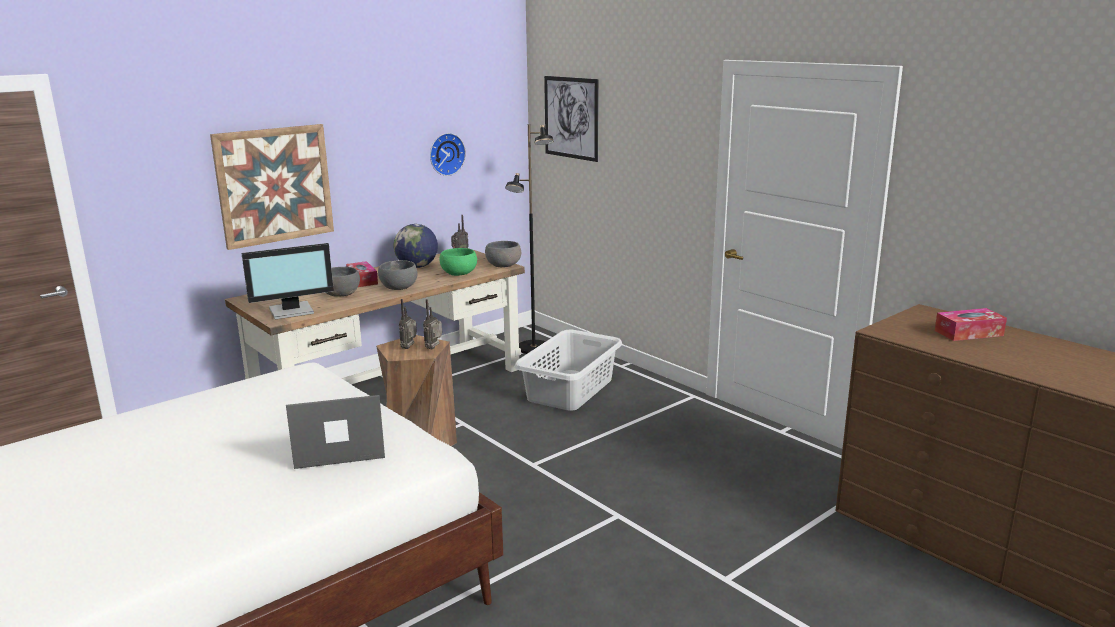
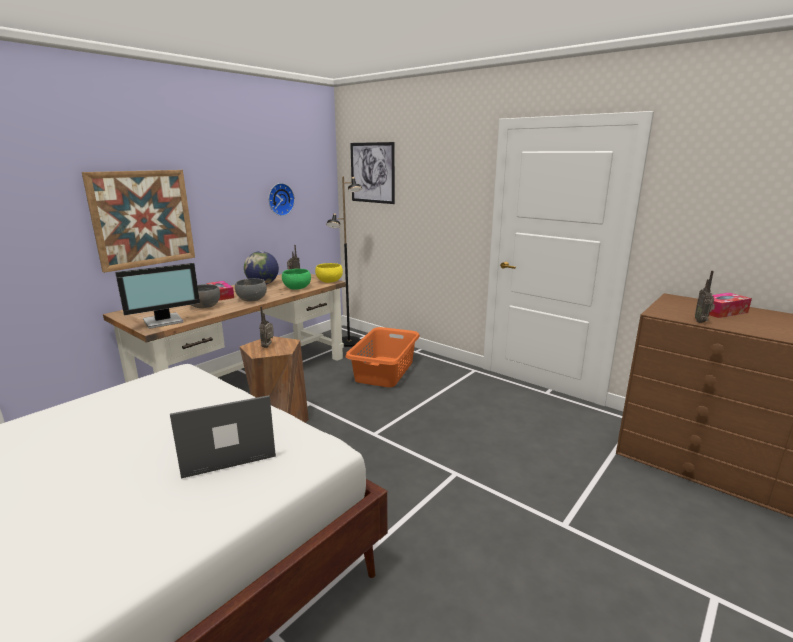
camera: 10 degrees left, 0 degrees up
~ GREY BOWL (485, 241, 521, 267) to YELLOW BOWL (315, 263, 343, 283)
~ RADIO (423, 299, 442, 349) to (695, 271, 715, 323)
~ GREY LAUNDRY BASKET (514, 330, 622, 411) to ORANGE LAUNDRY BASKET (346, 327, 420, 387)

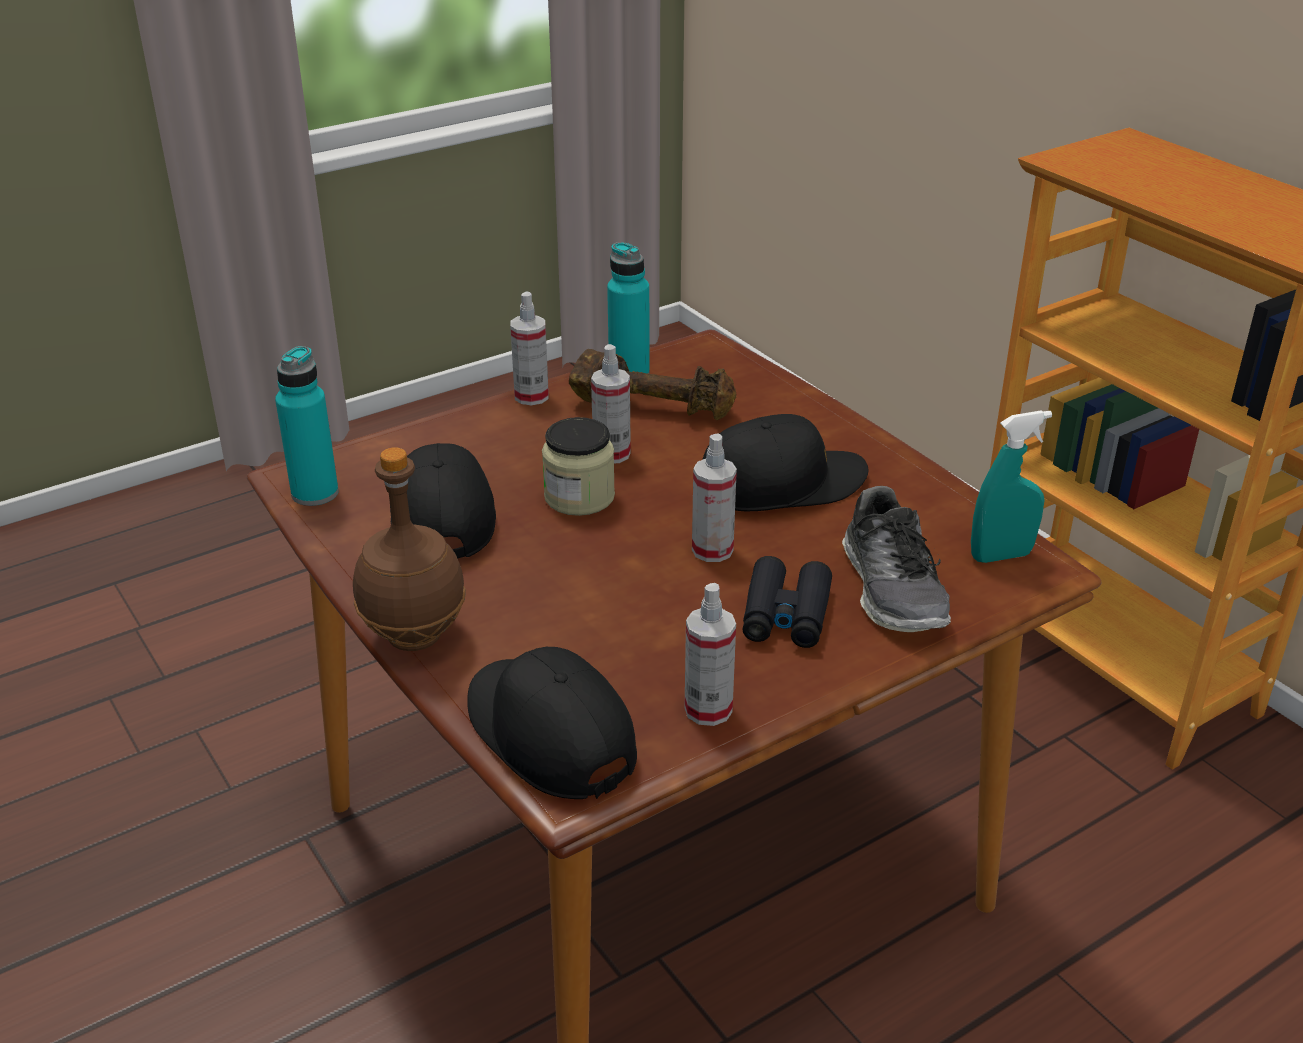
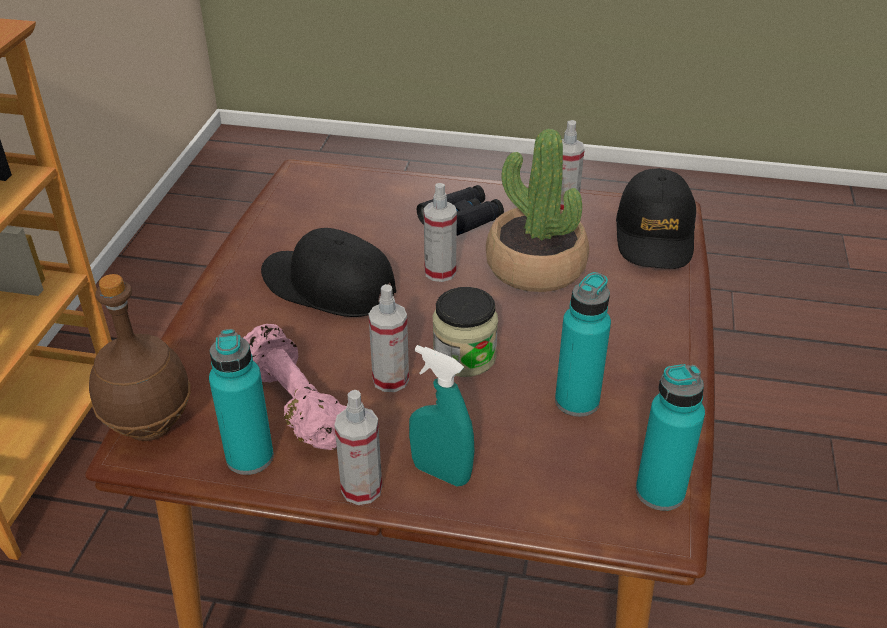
camera: 135 degrees left, 5 degrees up
~ BROWN DUMBBELL (569, 349, 736, 420) to PINK DUMBBELL (243, 324, 347, 450)
~ TURQUOISE SPRAY BOTTLE (971, 410, 1052, 563) to (409, 345, 474, 486)
~ BLACK CAP (390, 443, 496, 558) to TURQUOISE BOTTLE (555, 272, 611, 417)
~ BROWN BOTTLE (353, 447, 466, 651) to (89, 274, 190, 441)
- SHOE (842, 486, 951, 632)
+ POTTED PLANT (486, 129, 589, 292)

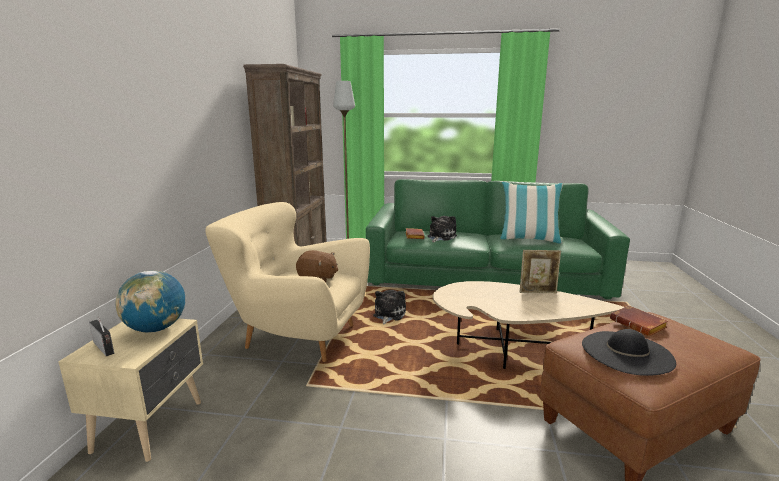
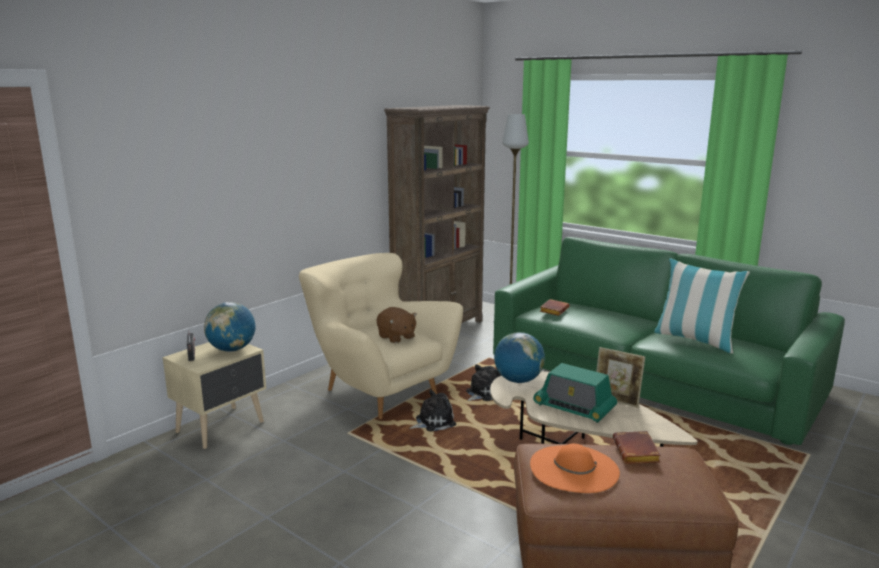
camera: 30 degrees right, 0 degrees up
~ PLUSH TOY (427, 216, 457, 242) to (409, 389, 456, 431)
~ BLACK HAT (582, 329, 676, 376) to ORANGE HAT (530, 444, 620, 493)
+ GLOBE (494, 332, 545, 383)
+ RADIO (533, 363, 617, 423)

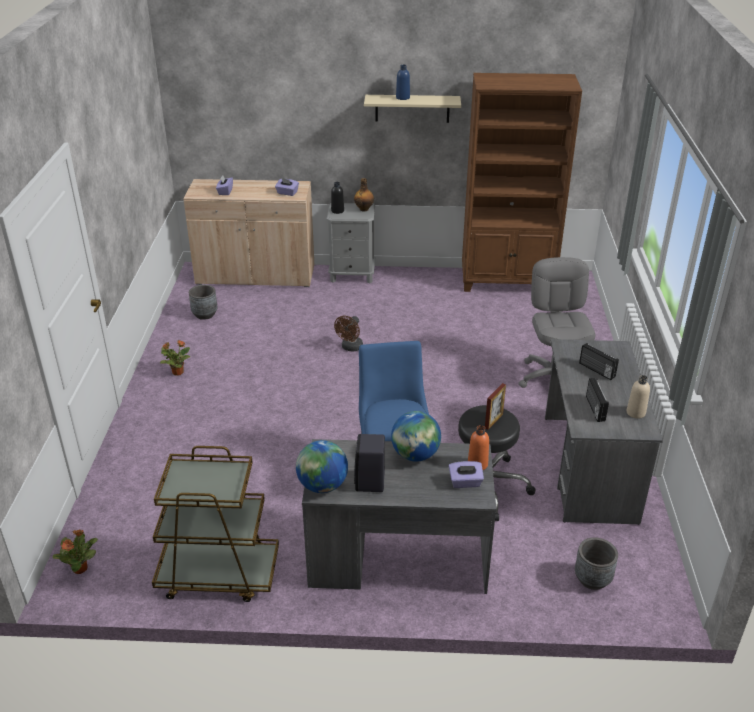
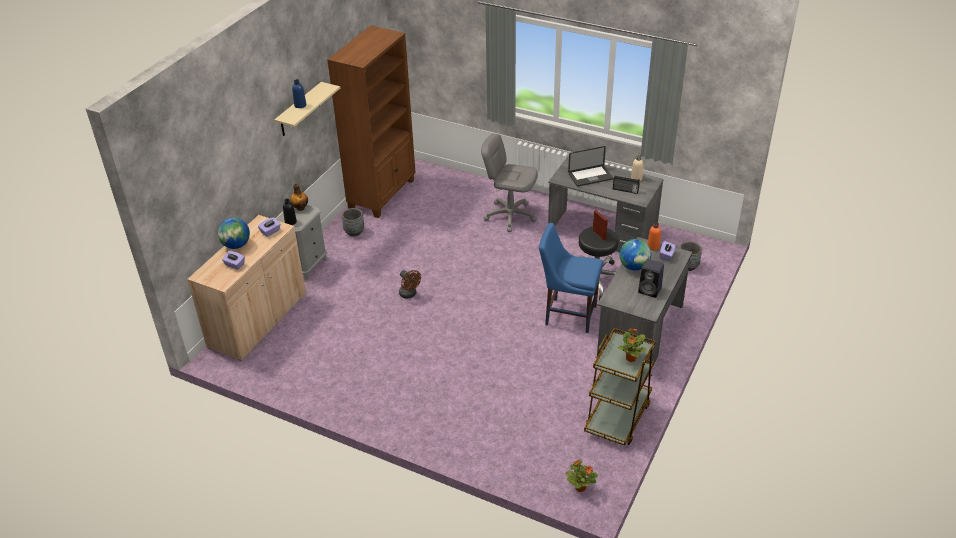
camera: 65 degrees left, 5 degrees up
~ GREY PLANTER (189, 285, 218, 320) to (342, 208, 364, 236)
~ POTTED PLANT (160, 340, 190, 376) to (618, 329, 647, 362)
~ RADIO (579, 343, 619, 380) to LAPTOP (568, 146, 613, 187)
~ GLOBE (296, 440, 348, 493) to (218, 218, 250, 249)

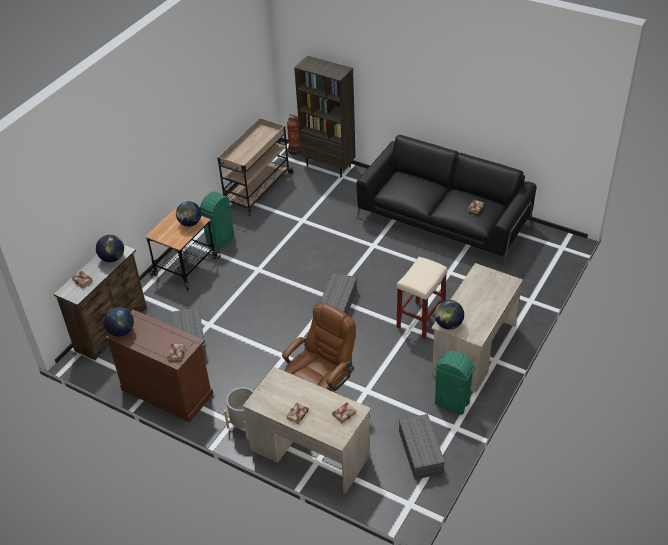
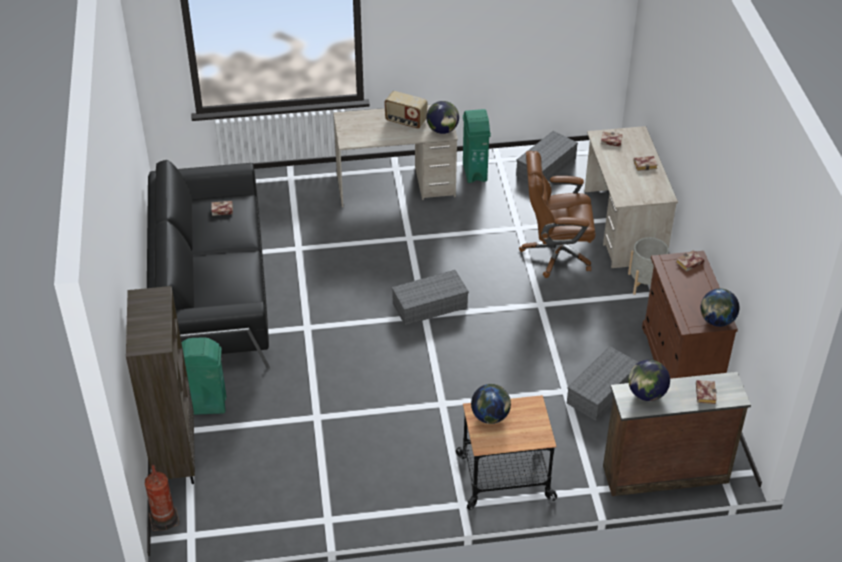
camera: 130 degrees left, 0 degrees up
- BEIGE CART (217, 118, 294, 216)
~ GREEN TRASH CAN (200, 192, 234, 250) to (182, 337, 226, 415)
- BEIGE STOOL (397, 257, 447, 339)
+ RADIO (384, 91, 428, 129)

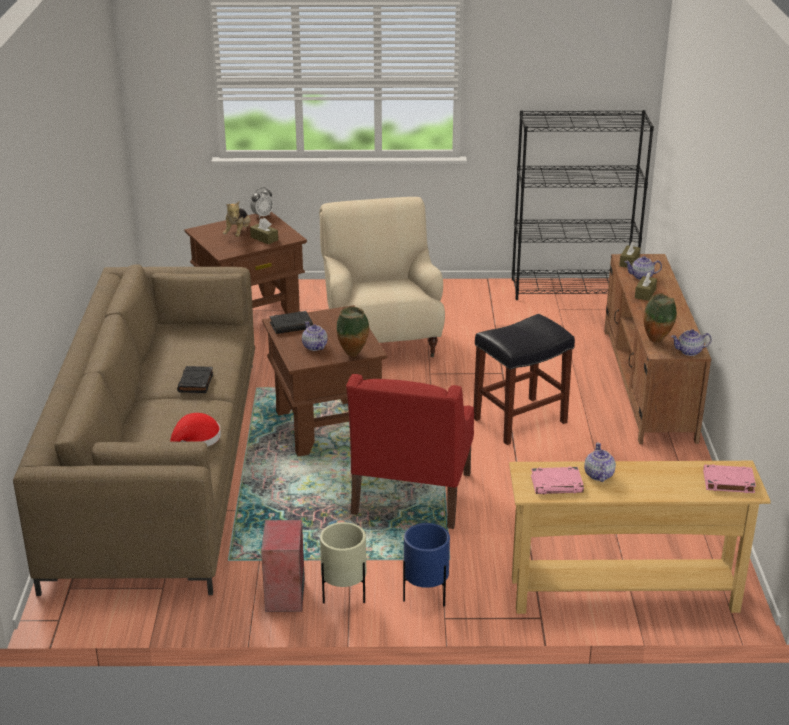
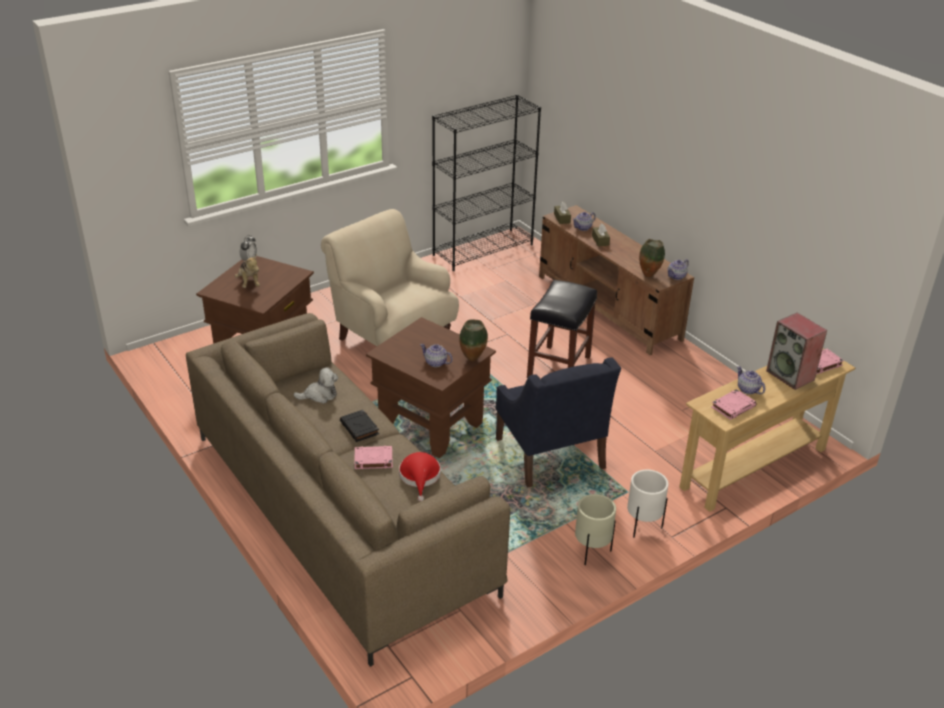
camera: 35 degrees left, 5 degrees up
- BROWN TISSUE BOX (250, 218, 278, 245)
- BLACK BOOK (269, 311, 313, 334)
~ RED ARMCHAIR (346, 374, 474, 529) to BLUE ARMCHAIR (496, 358, 621, 488)
~ SPEAKER (261, 520, 305, 612) to (766, 313, 827, 390)
~ BLUE PLANTER (403, 523, 450, 606) to WHITE PLANTER (627, 470, 669, 537)
+ PLUSH TOY (294, 367, 338, 403)
+ PINK BOOK (354, 446, 393, 469)

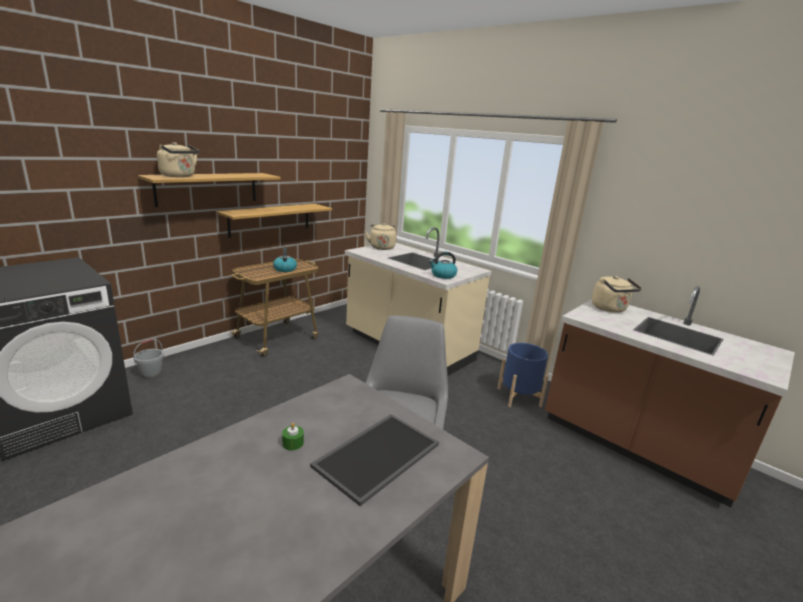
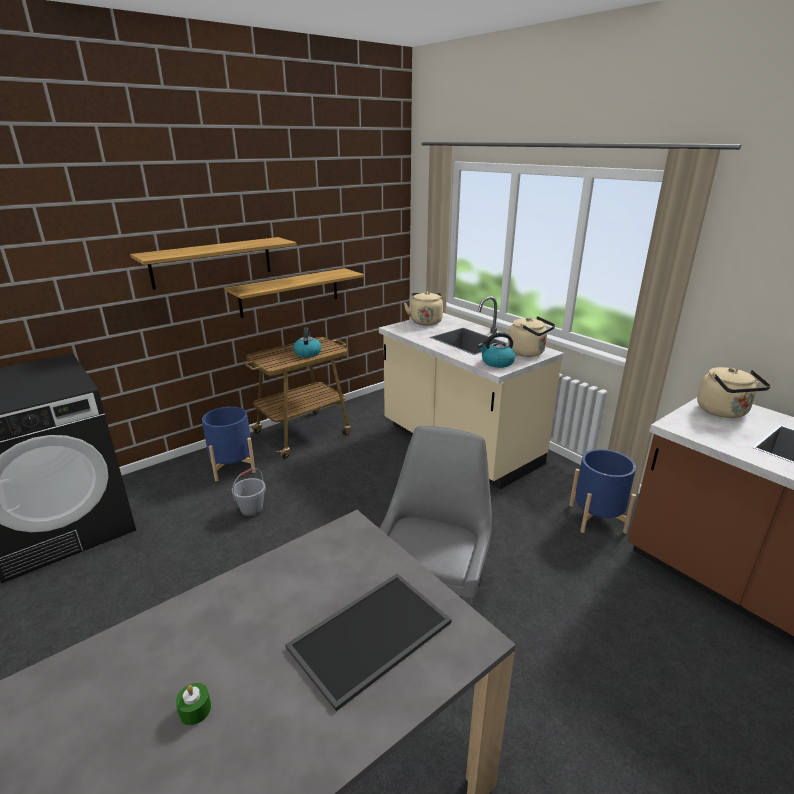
camera: 10 degrees right, 5 degrees up
~ BEIGE KETTLE (157, 142, 200, 177) to (508, 316, 555, 357)
~ GREY BUCKET (133, 339, 164, 379) to (232, 468, 266, 517)
~ GREEN CANDLE (282, 423, 304, 451) to (176, 683, 211, 725)
+ BLUE PLANTER (202, 406, 256, 481)

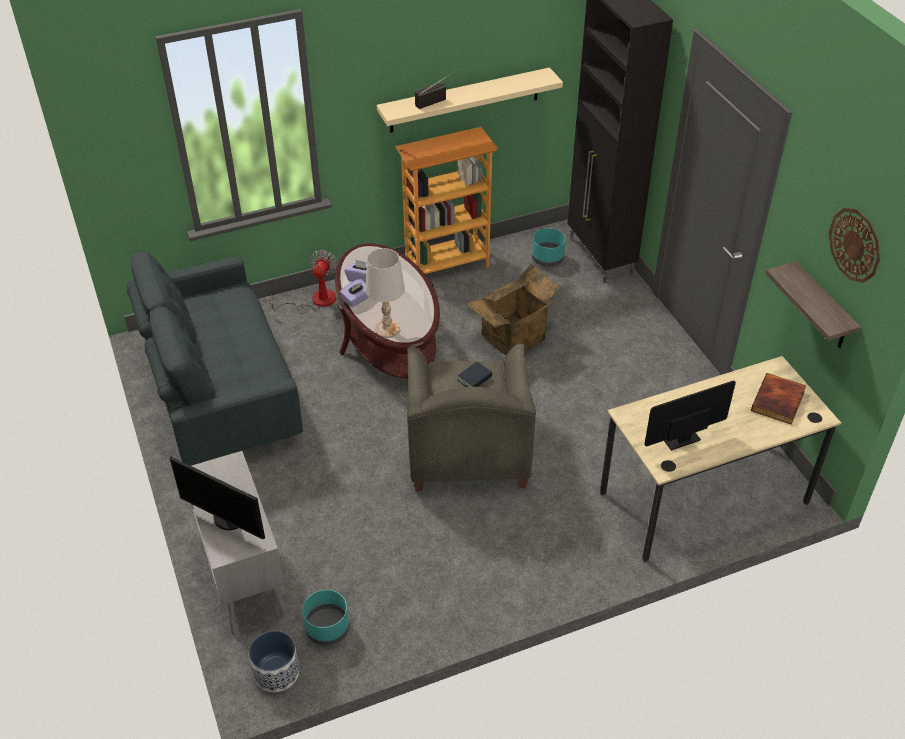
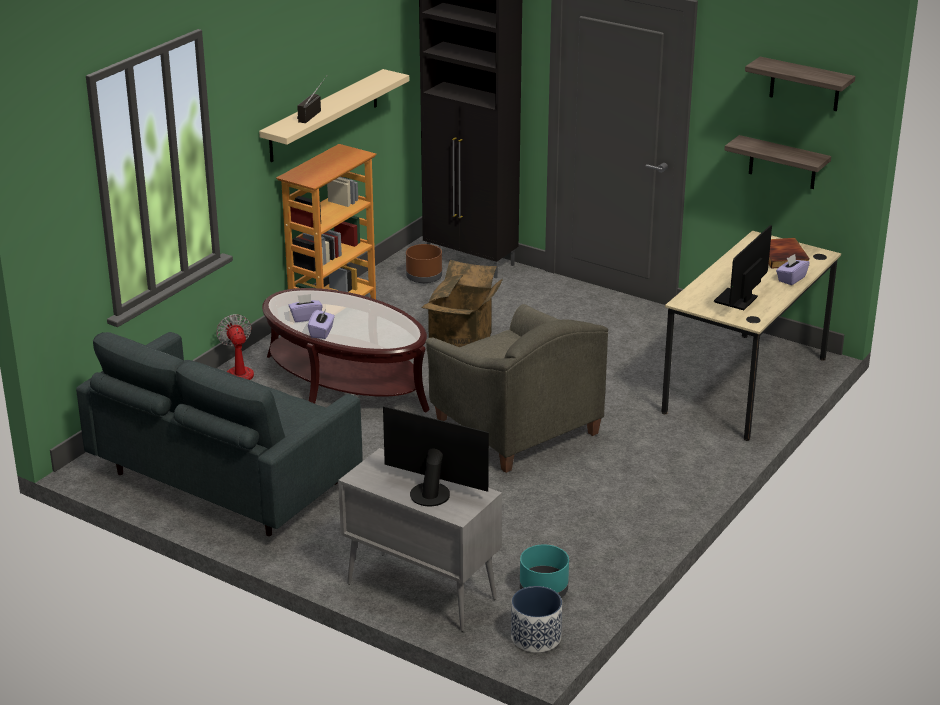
camera: 35 degrees left, 15 degrees down
~ WALL CLOCK (829, 208, 880, 283) to SHELF (745, 57, 855, 111)
~ TURQUOISE PLANTER (532, 228, 566, 267) to BROWN PLANTER (406, 244, 442, 283)
- WHITE TABLE LAMP (366, 248, 405, 338)
- BOOK (458, 362, 492, 387)
~ MONITOR (170, 456, 265, 539) = (383, 407, 489, 506) 150 degrees counterclockwise
+ PURPLE TISSUE BOX (776, 254, 810, 285)

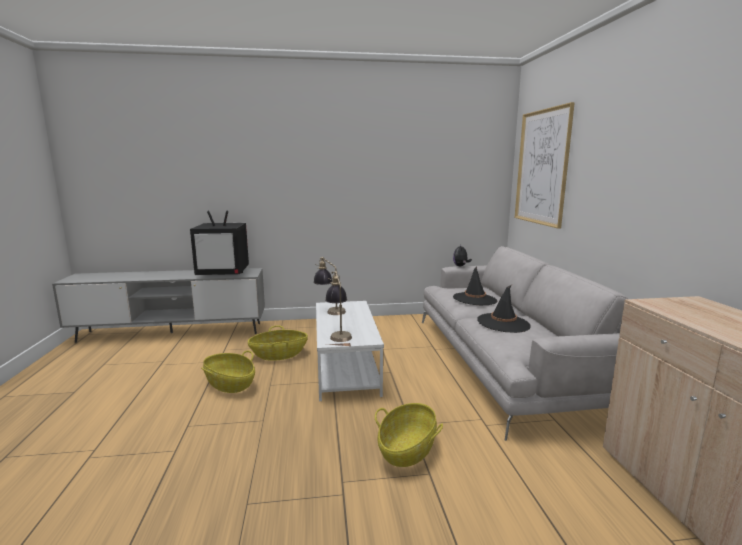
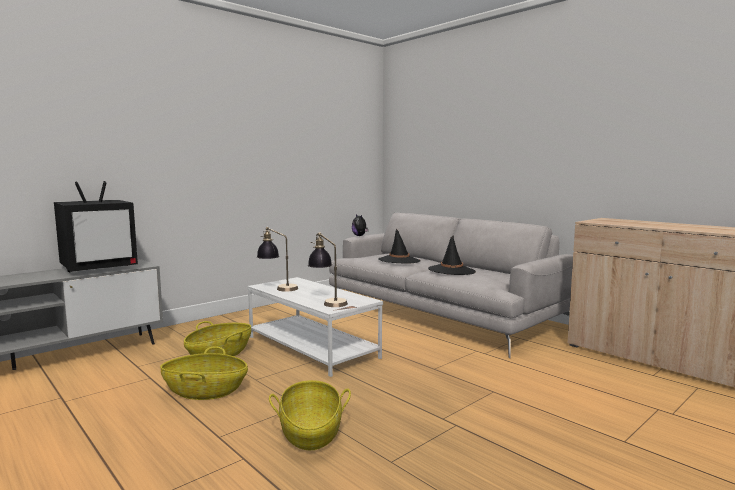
camera: 35 degrees left, 5 degrees down
- PICTURE (515, 102, 575, 229)
~ BASKET (375, 403, 443, 467) to (269, 380, 351, 450)

